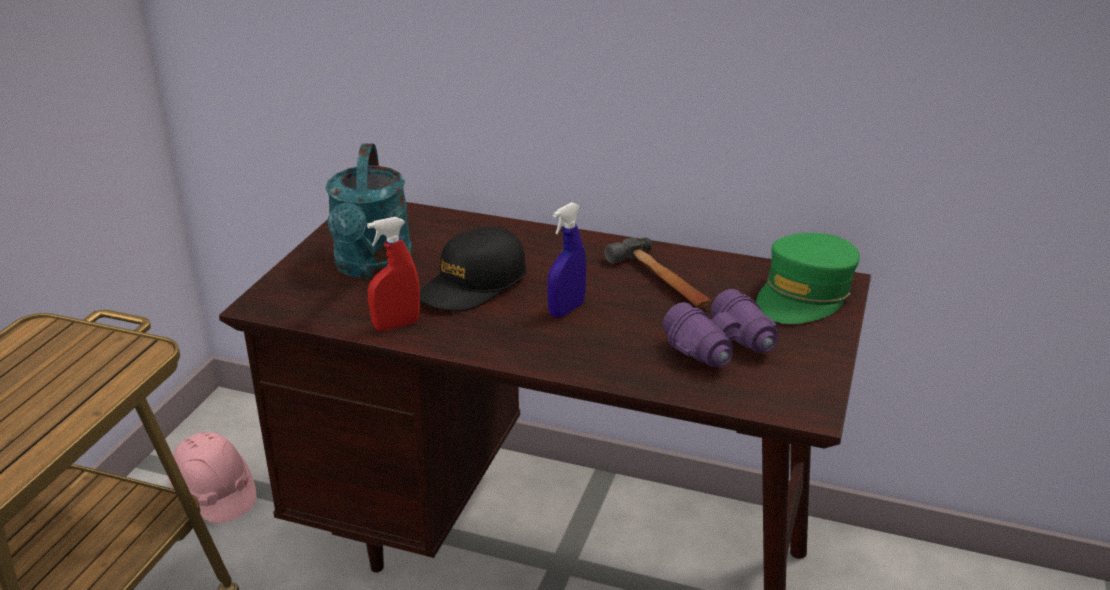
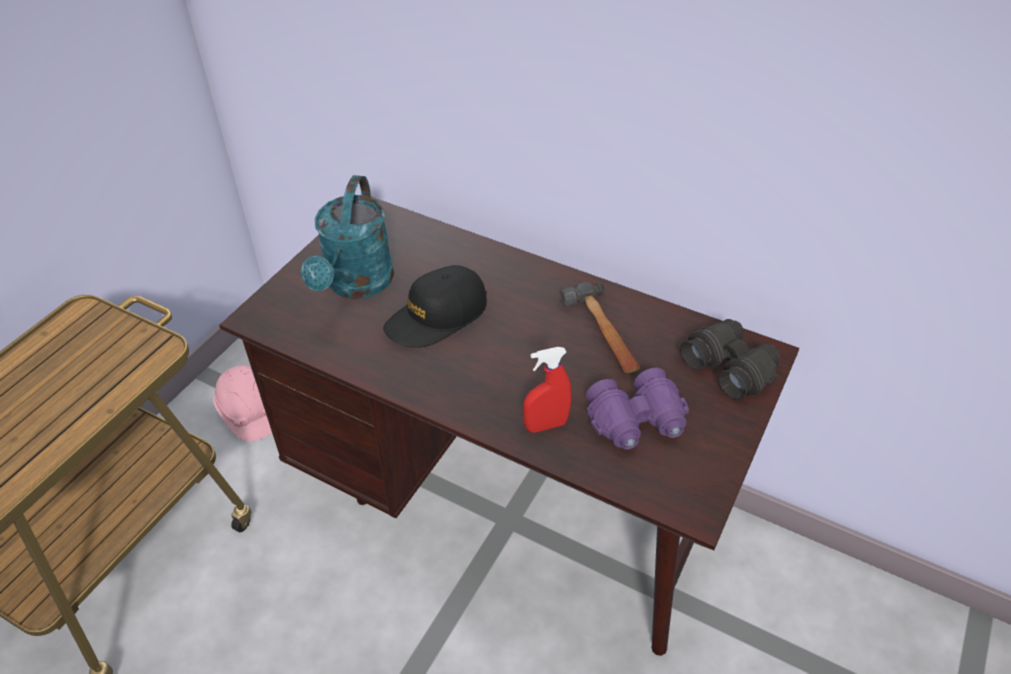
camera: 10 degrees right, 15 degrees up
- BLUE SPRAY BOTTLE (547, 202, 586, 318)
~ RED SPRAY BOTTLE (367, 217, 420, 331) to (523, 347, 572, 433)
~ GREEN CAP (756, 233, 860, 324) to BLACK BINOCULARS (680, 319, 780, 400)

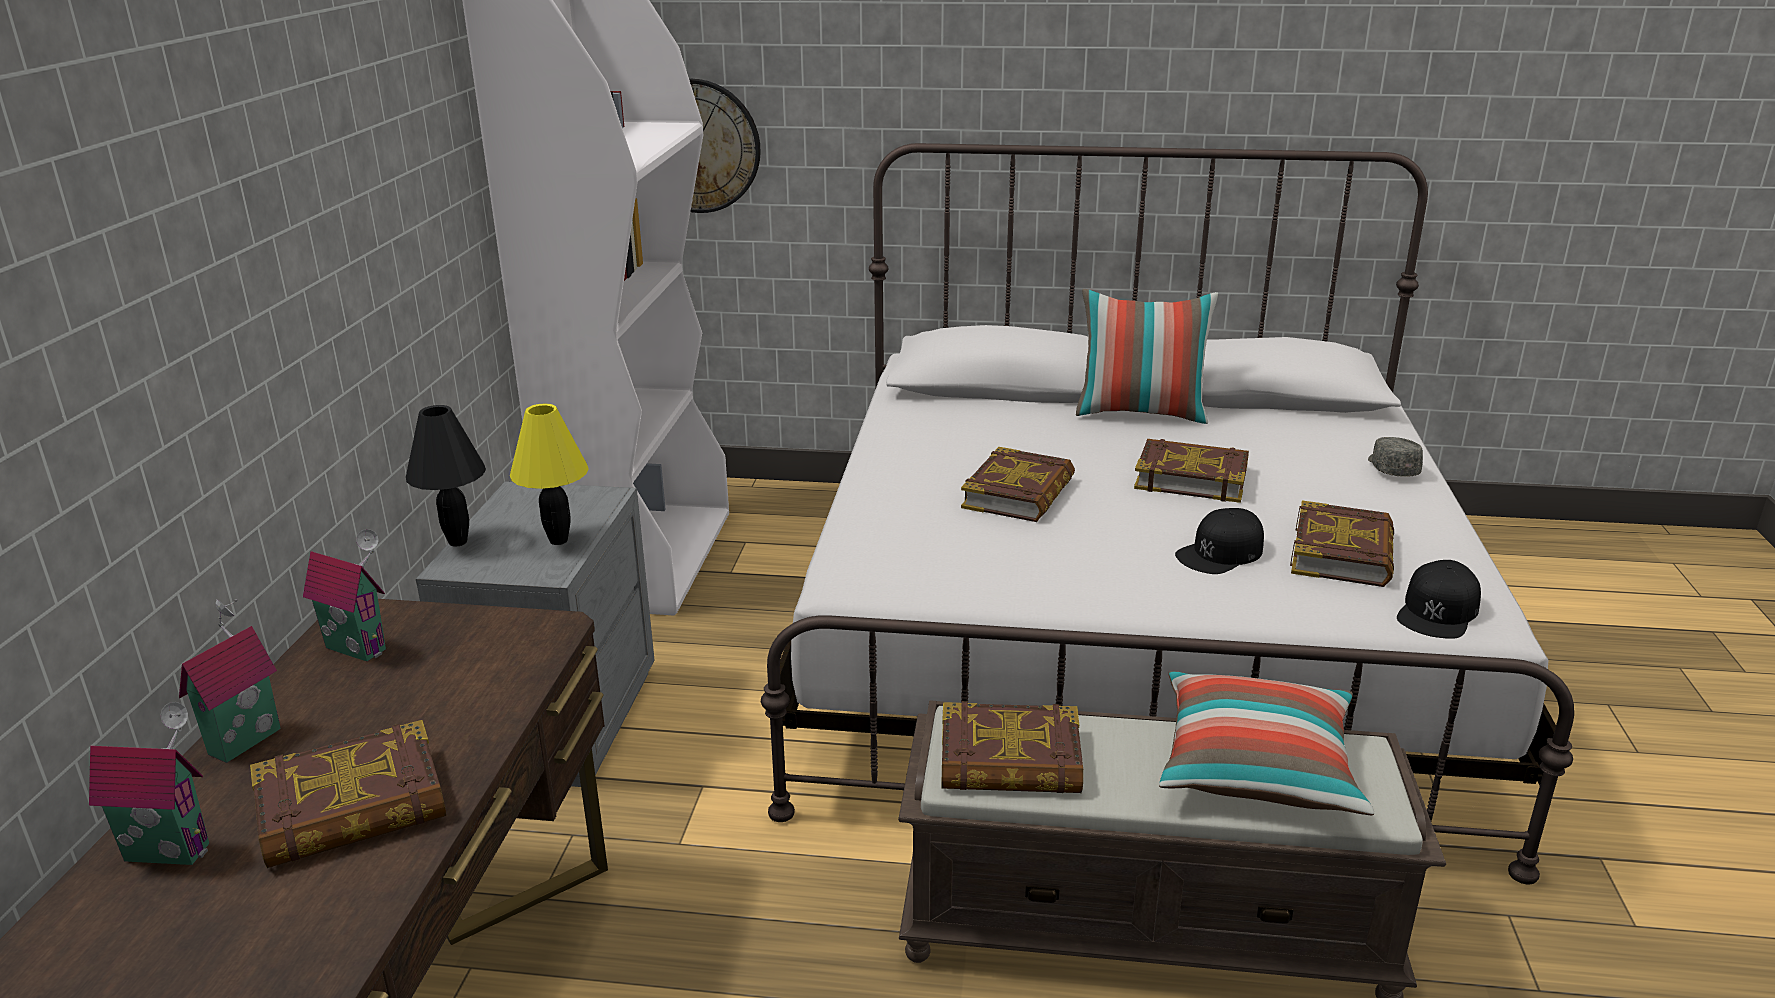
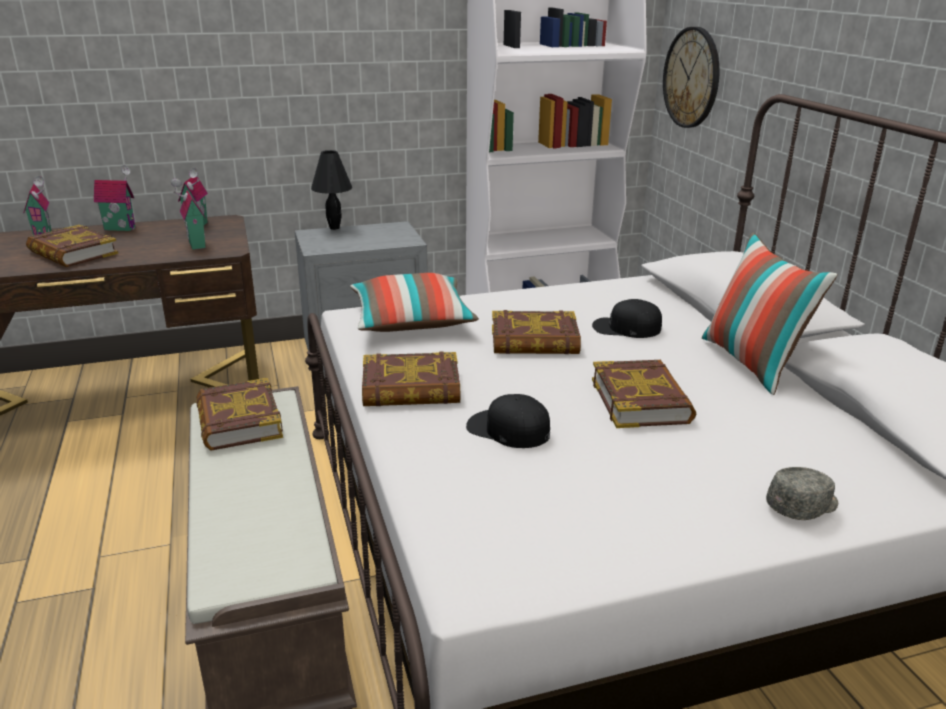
camera: 65 degrees right, 0 degrees up
- YELLOW TABLE LAMP (510, 404, 589, 545)
~ BOOK (1290, 500, 1394, 587) to (362, 351, 461, 406)
~ BLACK CAP (1397, 560, 1481, 639) to (592, 299, 662, 338)
~ PILLOW (1159, 671, 1374, 815) to (350, 273, 479, 332)
+ TOY HOUSE (171, 179, 206, 250)

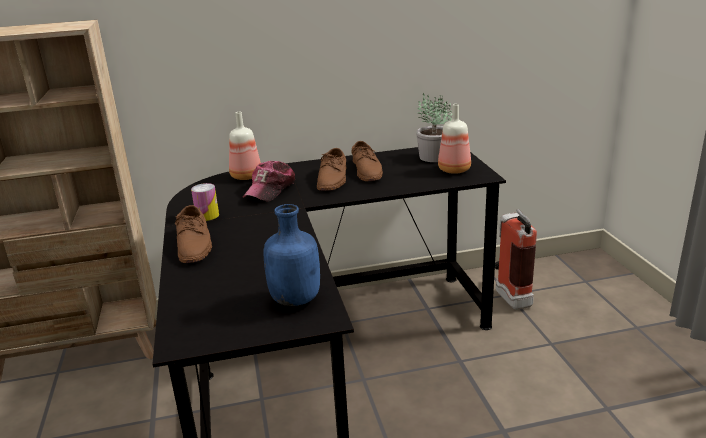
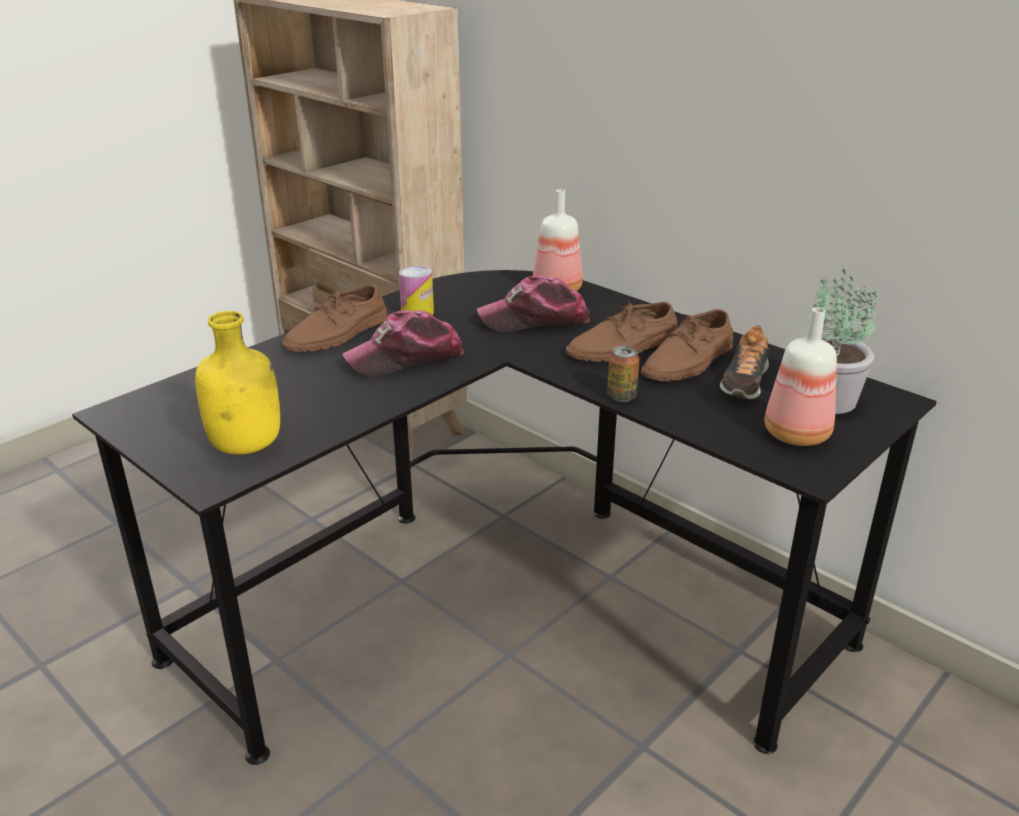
camera: 55 degrees right, 5 degrees up
~ BLUE BOTTLE (264, 204, 320, 306) to YELLOW BOTTLE (195, 311, 280, 455)
- FIRE EXTINGUISHER (495, 209, 537, 310)
+ CAP (342, 310, 464, 377)
+ SHOE (720, 326, 770, 400)
+ CAN (607, 346, 639, 402)

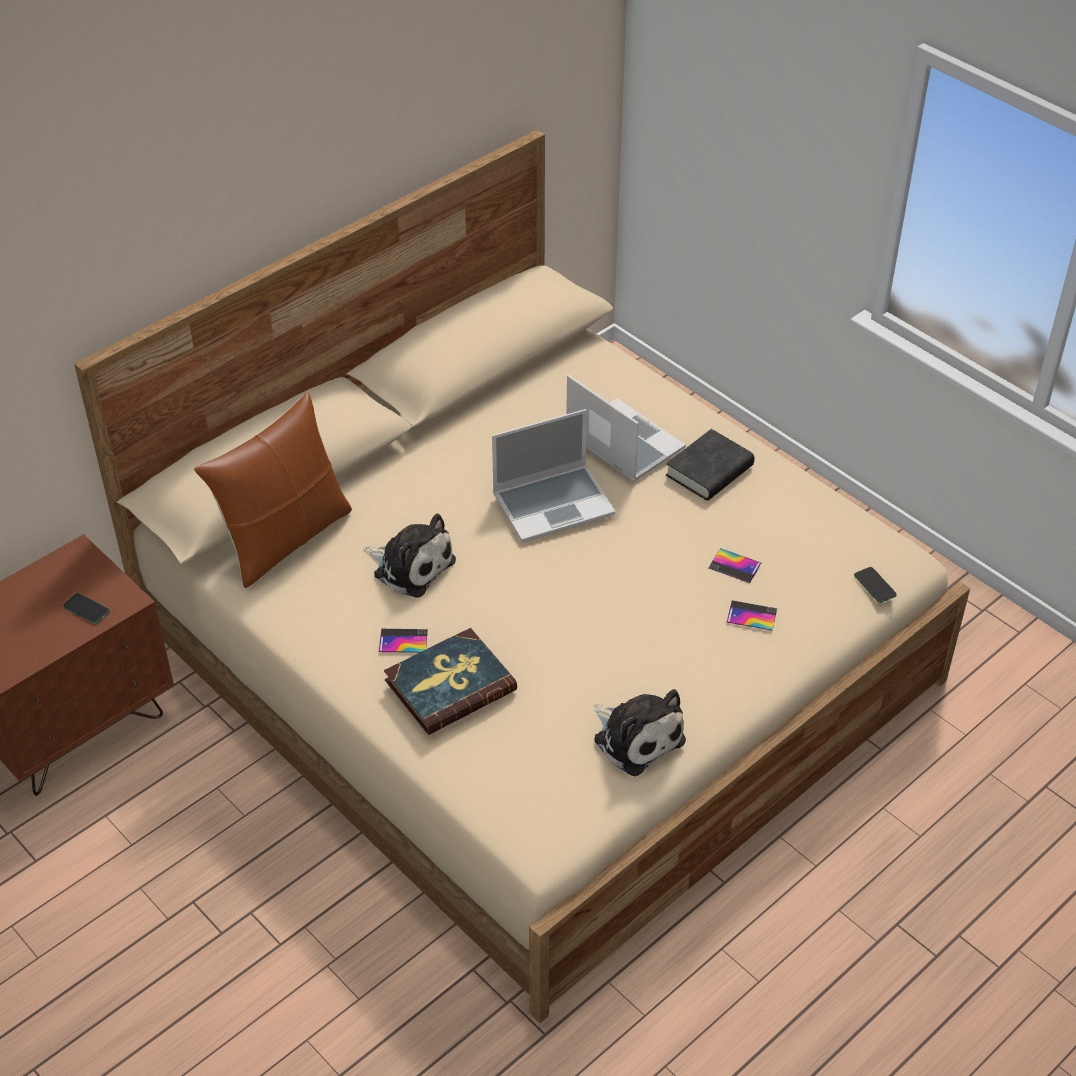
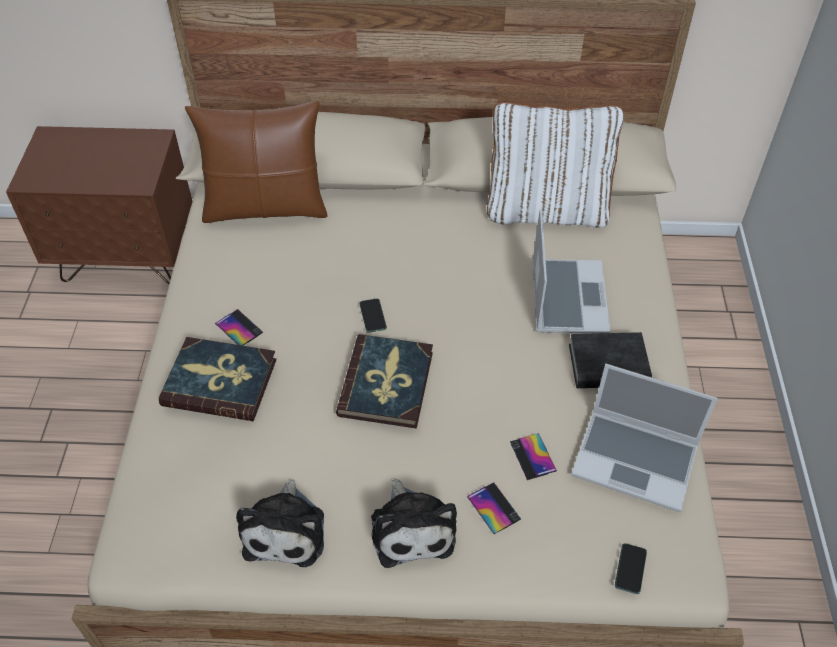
camera: 45 degrees right, 5 degrees up
~ LAPTOP (492, 409, 615, 542) to (572, 364, 718, 512)
~ PLUSH TOY (363, 513, 456, 597) to (371, 478, 457, 568)
~ PHONE (63, 593, 110, 624) to (359, 299, 387, 333)
+ WHITE PILLOW (487, 102, 624, 228)
+ BOOK (336, 334, 433, 429)

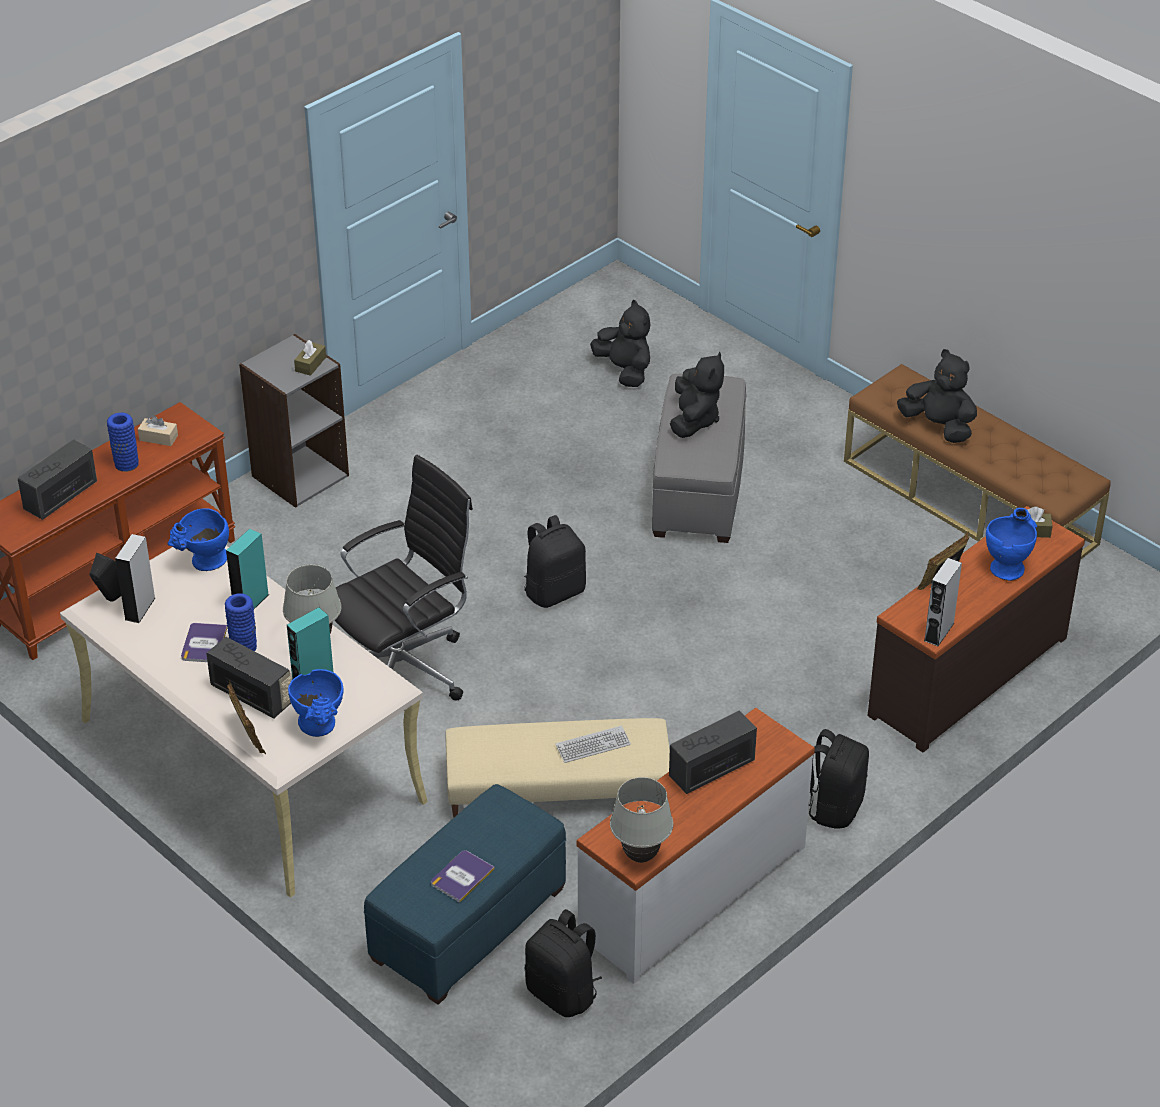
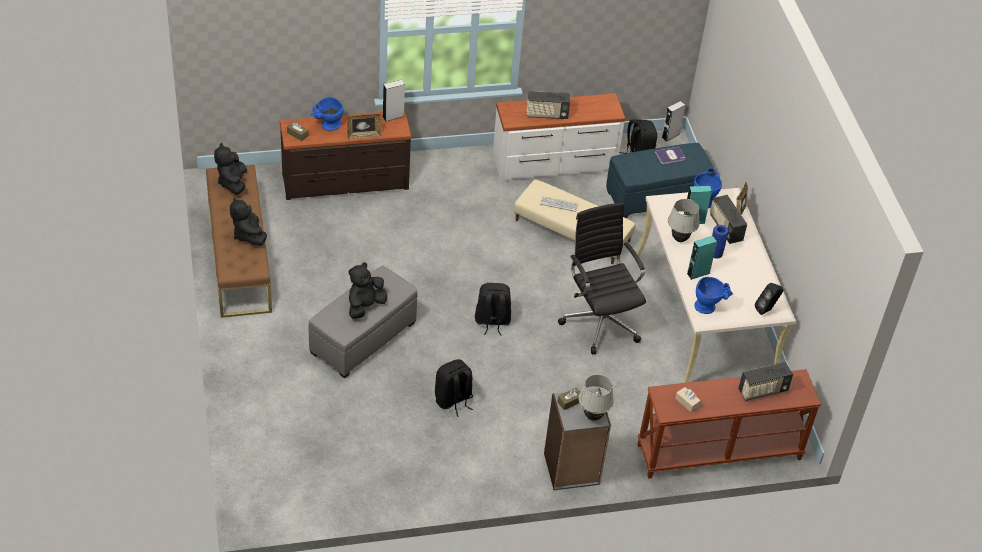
camera: 150 degrees left, 5 degrees up
~ BLACK PLUSH TOY (590, 300, 650, 387) to (214, 143, 247, 195)
- BLUE VASE (107, 413, 139, 472)
~ BLACK OFFICE CHAIR (334, 455, 473, 701) = (558, 203, 646, 354) 75 degrees clockwise
~ GREY SPEAKER (115, 534, 155, 623) to (661, 101, 686, 142)
- BOOK (181, 623, 228, 662)
~ BLACK BACKPACK (809, 729, 869, 829) to (435, 359, 473, 417)
~ WHITE TABLE LAMP (610, 777, 673, 863) to (579, 374, 614, 421)

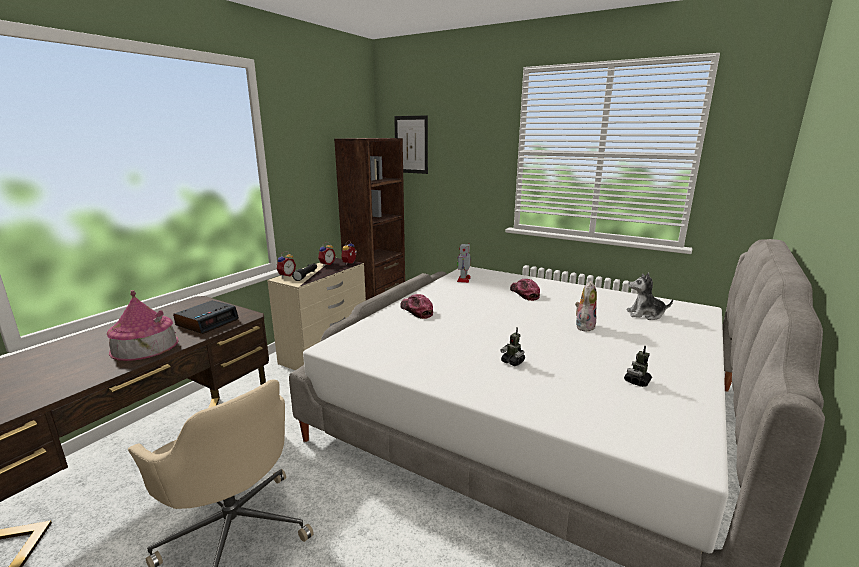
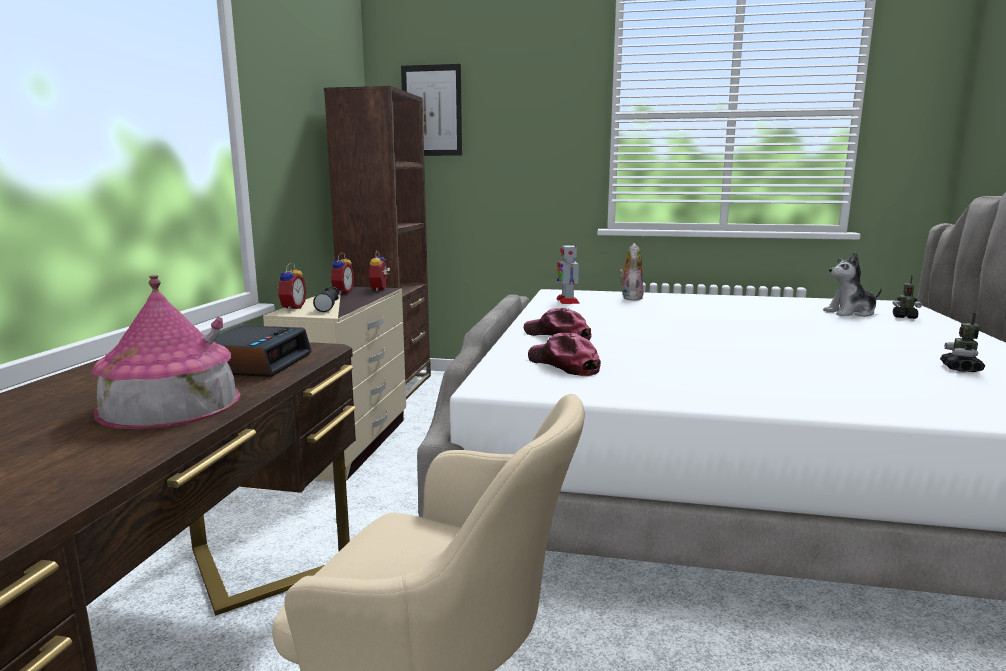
camera: 20 degrees left, 5 degrees down
~ CAP (510, 279, 540, 301) to (528, 333, 601, 376)
~ PLUSH TOY (575, 281, 597, 331) to (619, 243, 644, 300)
~ TOY ROBOT (501, 327, 525, 366) to (893, 275, 922, 319)

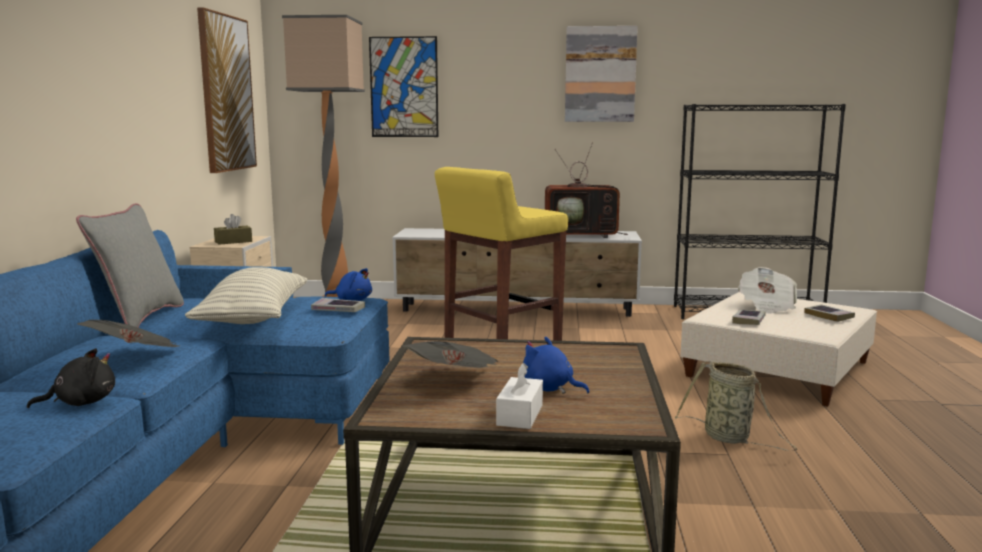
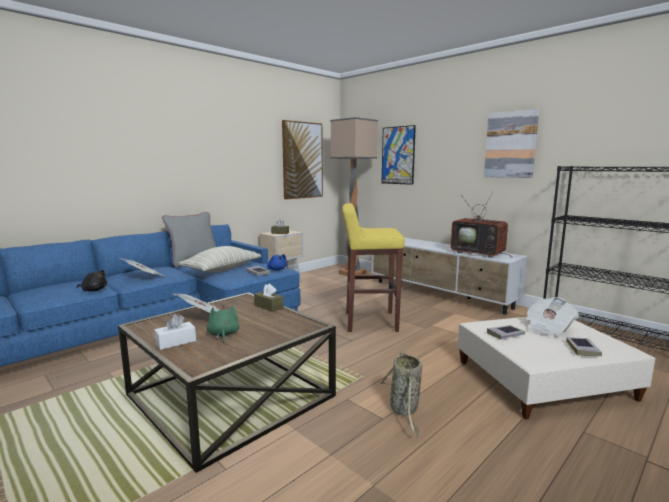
camera: 40 degrees right, 0 degrees up
~ BLUE PLUSH TOY (523, 337, 589, 394) to GREEN PLUSH TOY (207, 305, 239, 342)
+ BROWN TISSUE BOX (254, 284, 283, 312)

